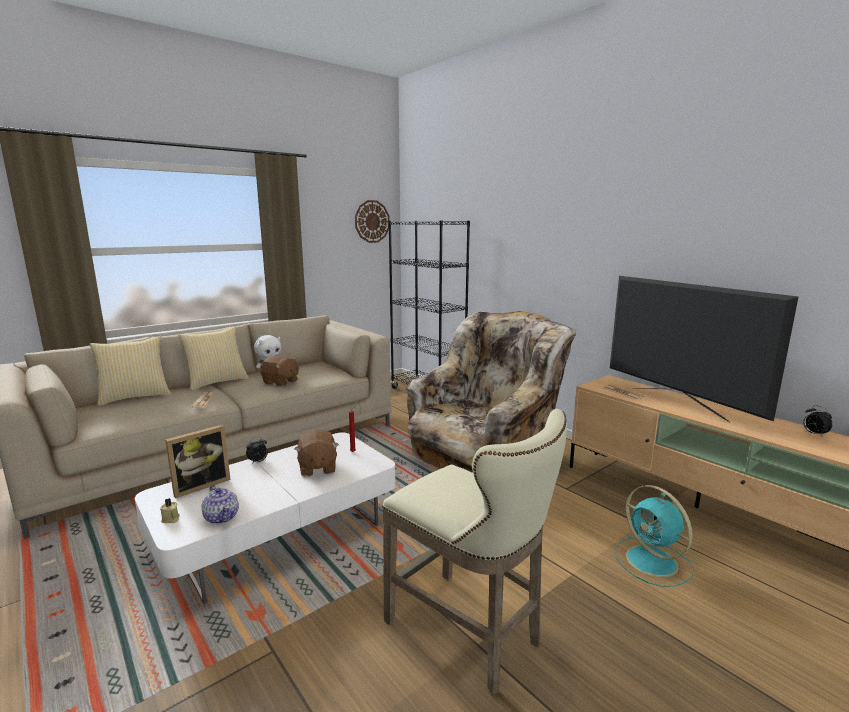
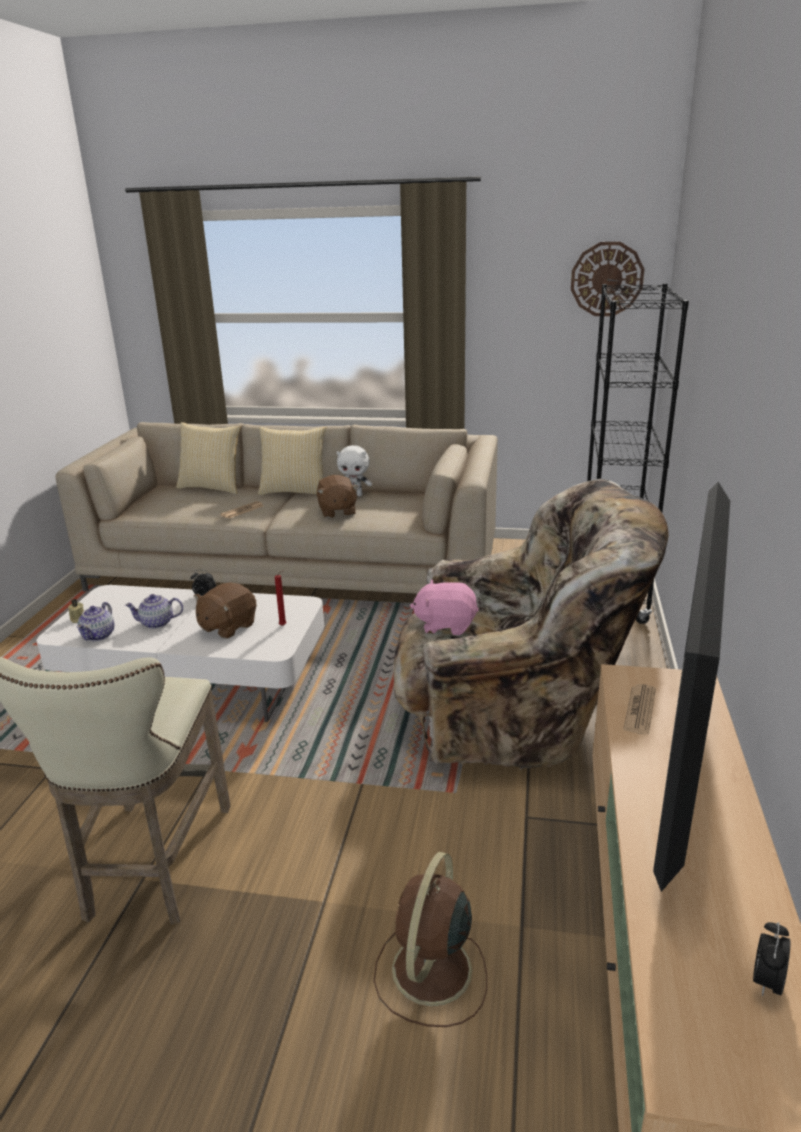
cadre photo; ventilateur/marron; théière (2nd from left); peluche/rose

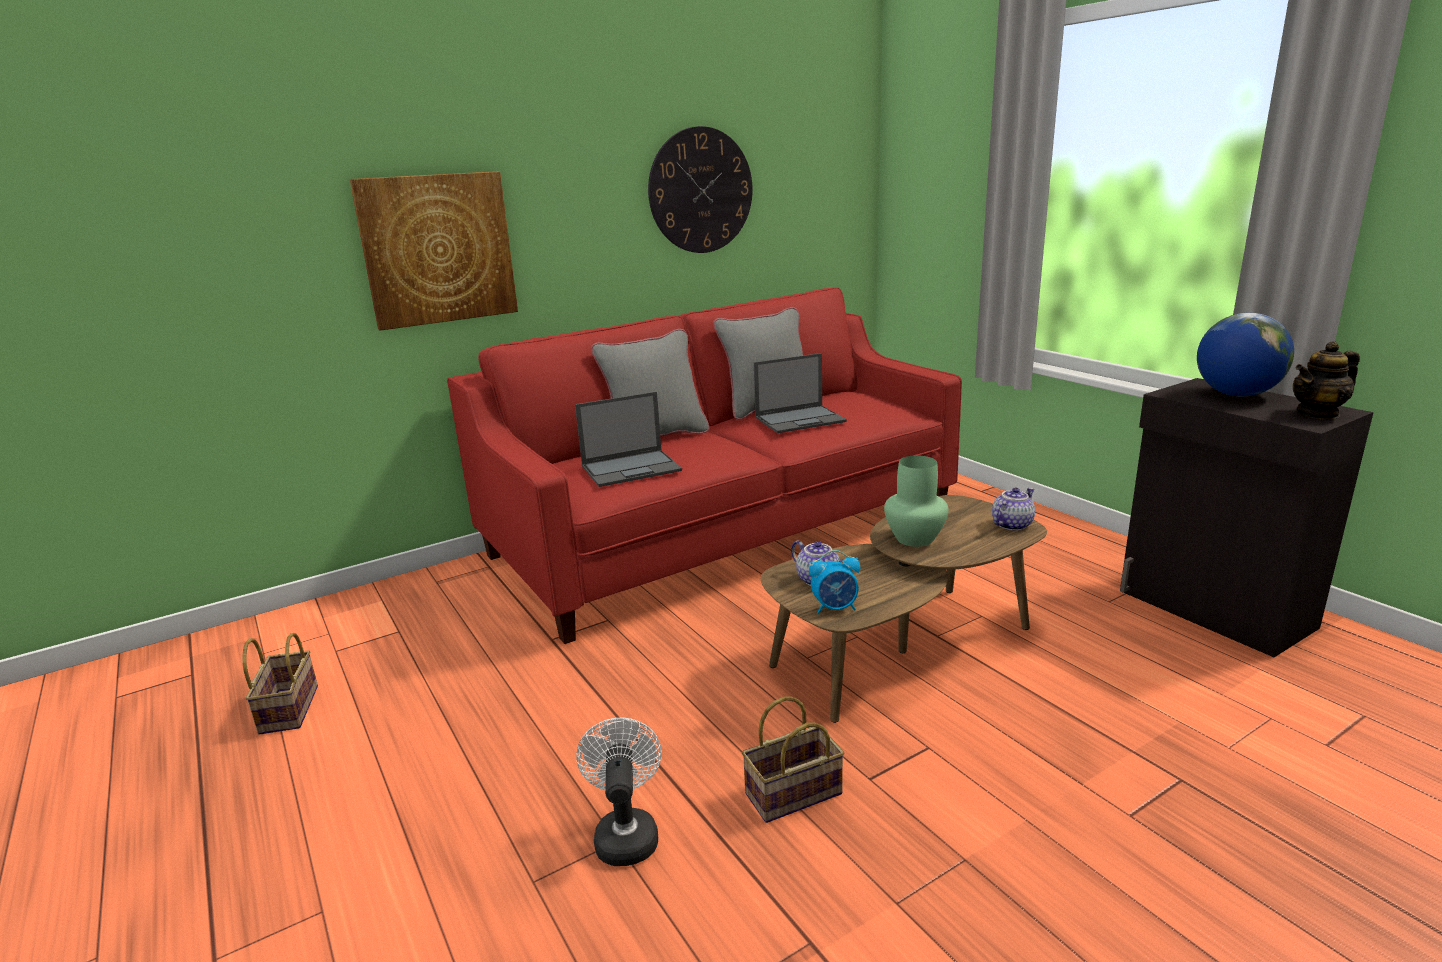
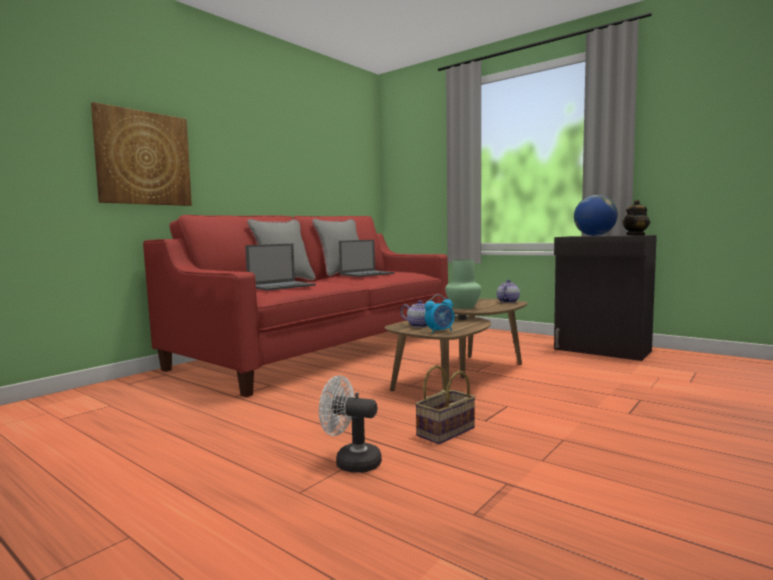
panier (1st from left in the first image); ventilateur/blanc; horloge murale

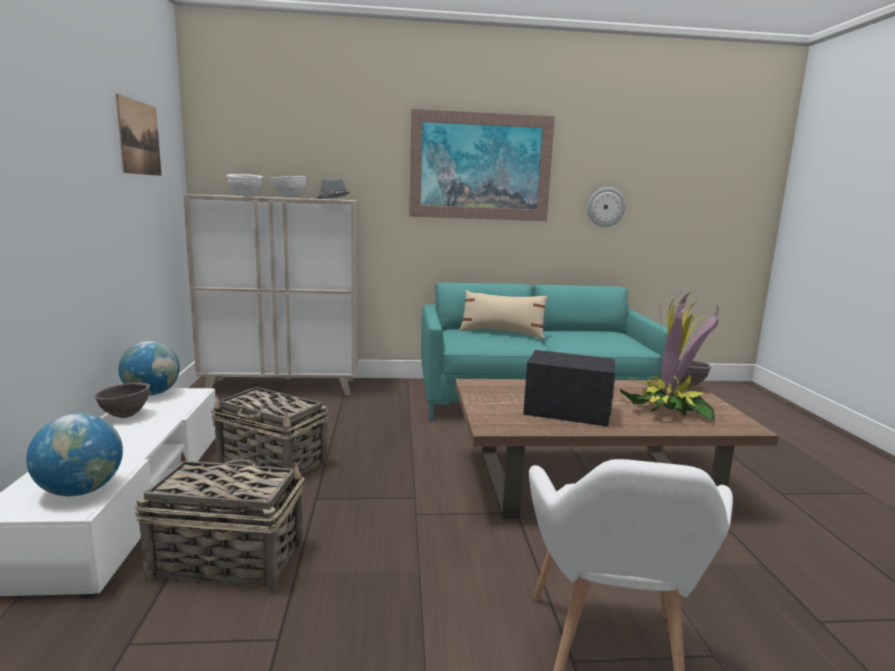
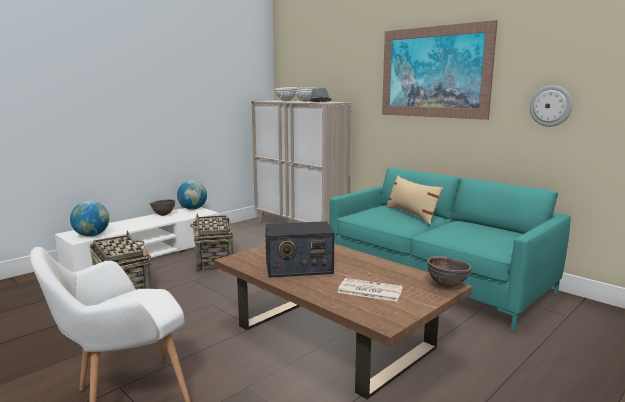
tableau (1st from left in the first image); radio; journal

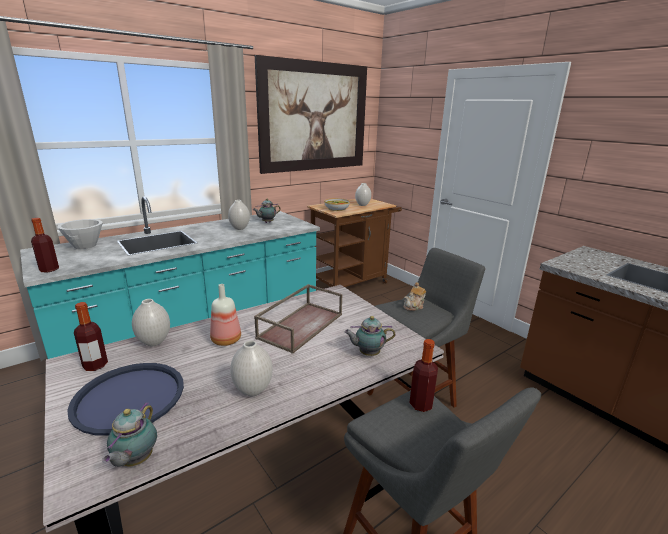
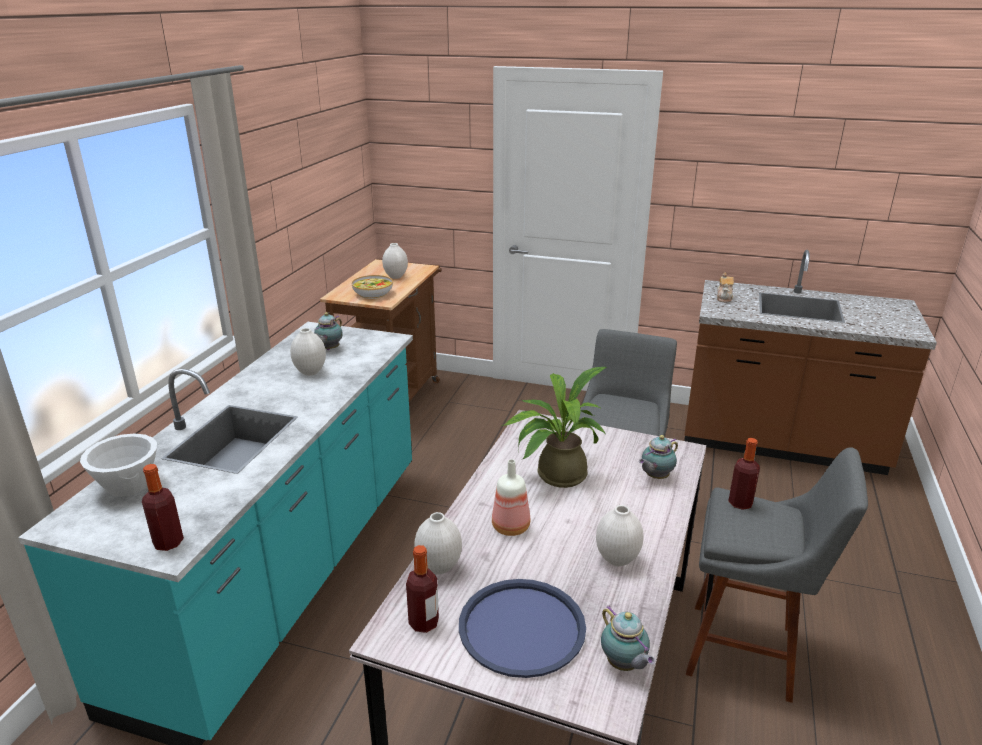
plante en pot; tableau; théière (4th from left)

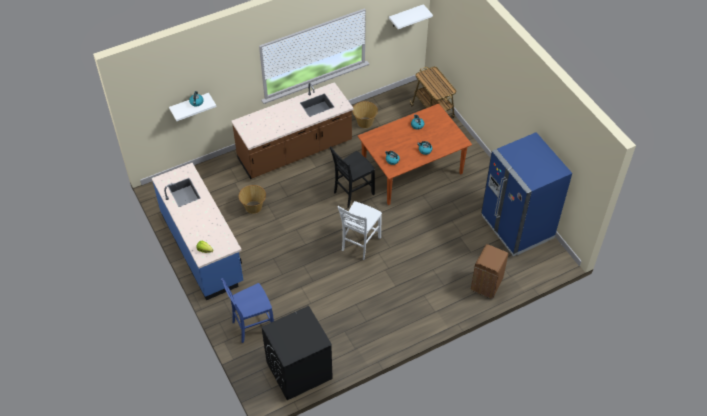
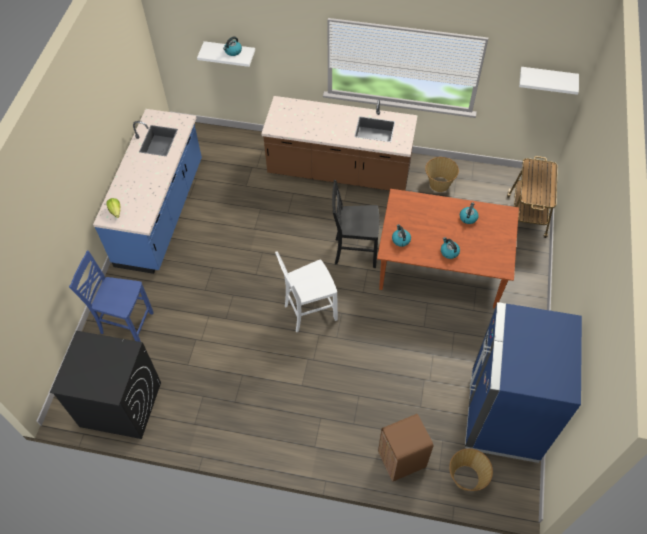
panier (2nd from left)

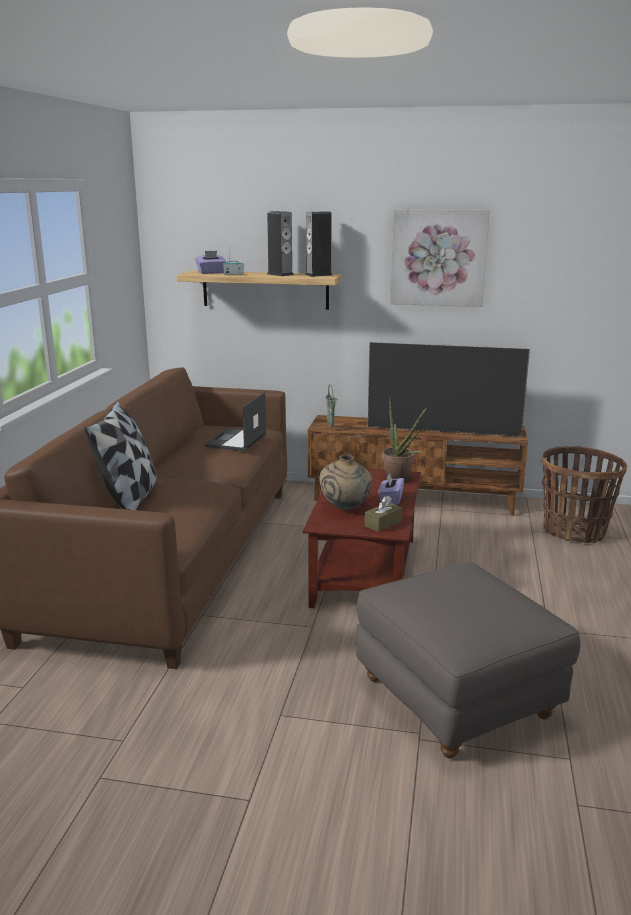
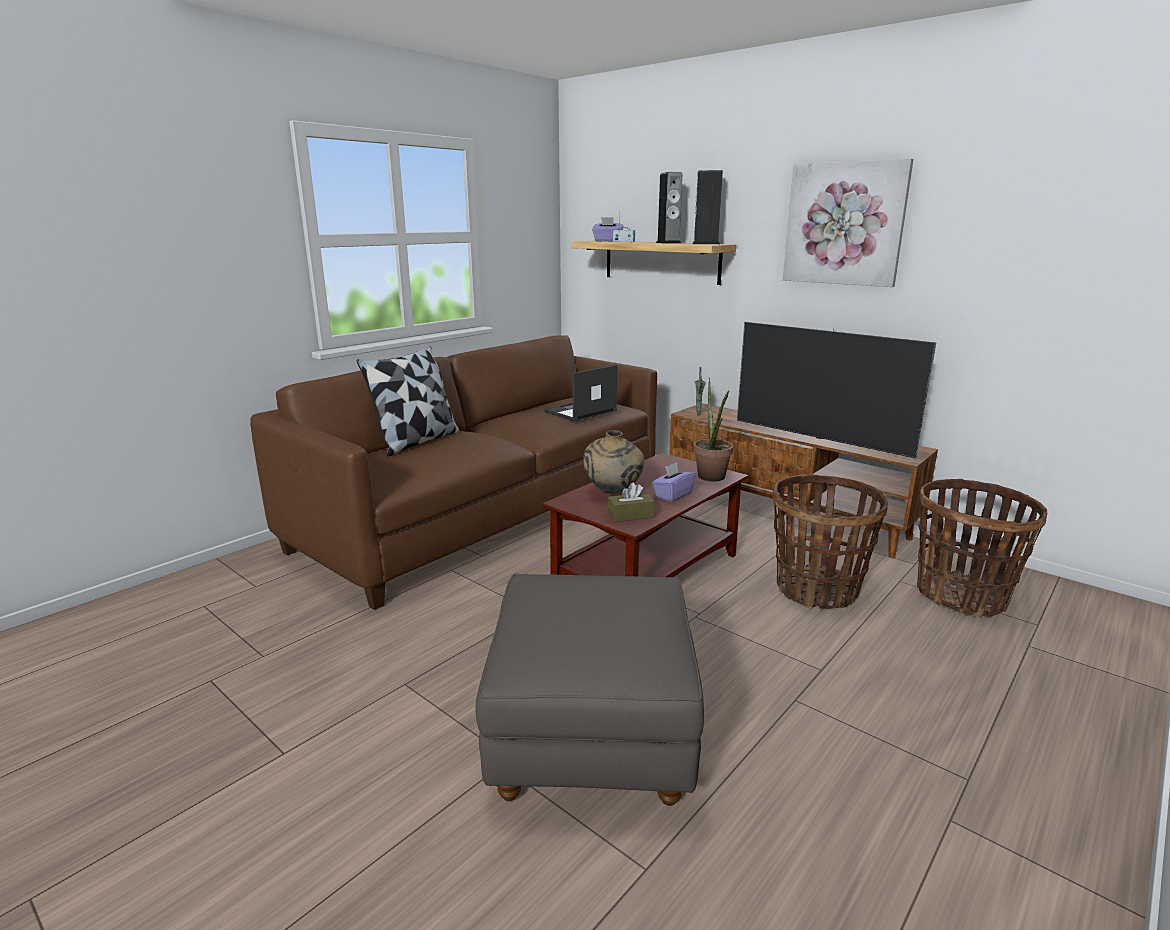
panier (1st from left)

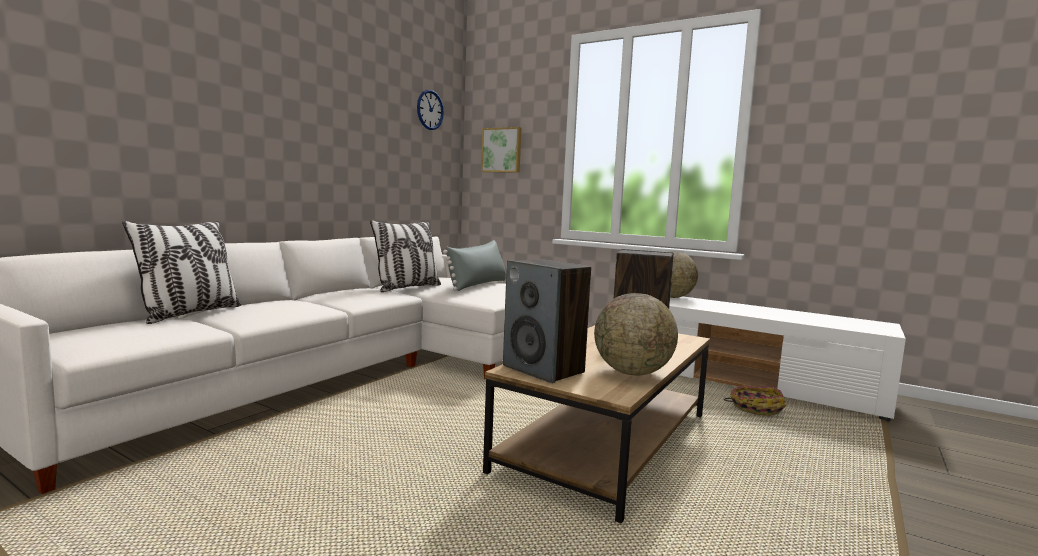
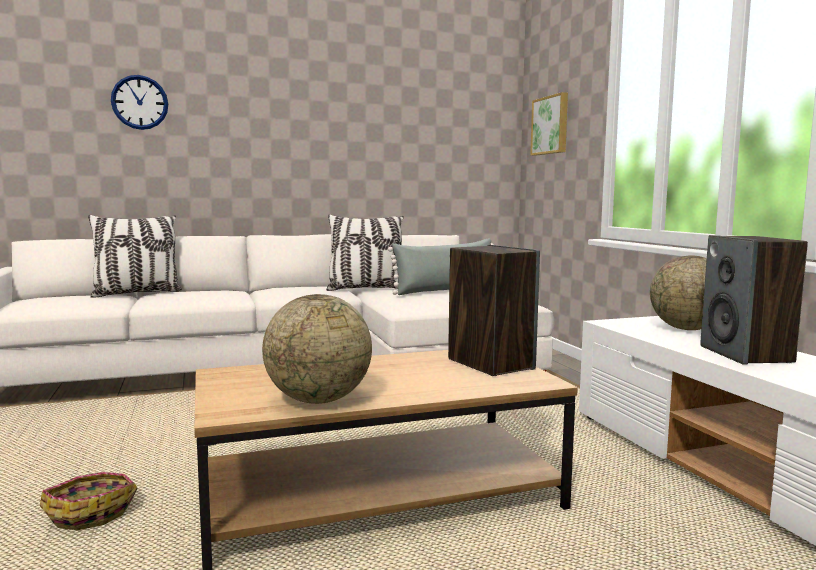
horloge murale; enceinte (2nd from left); panier

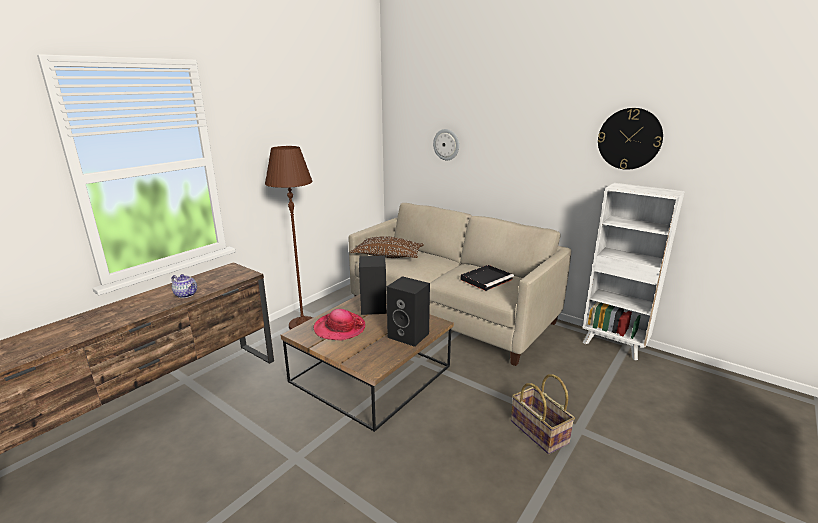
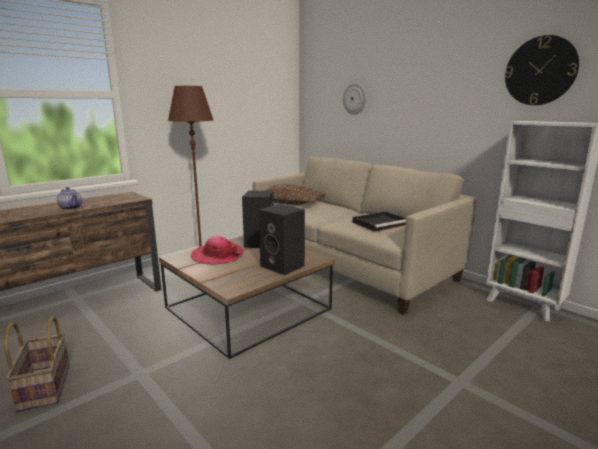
panier

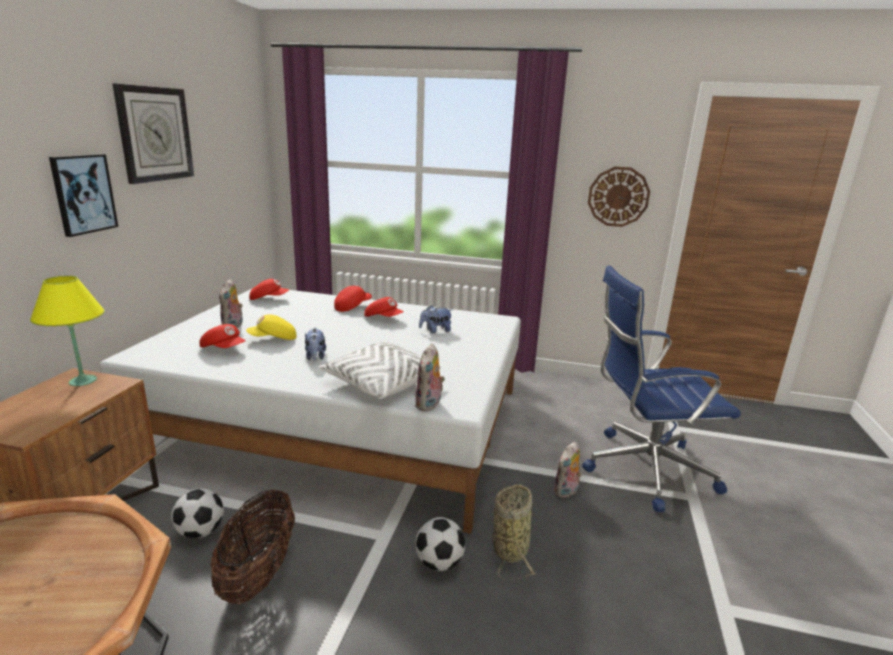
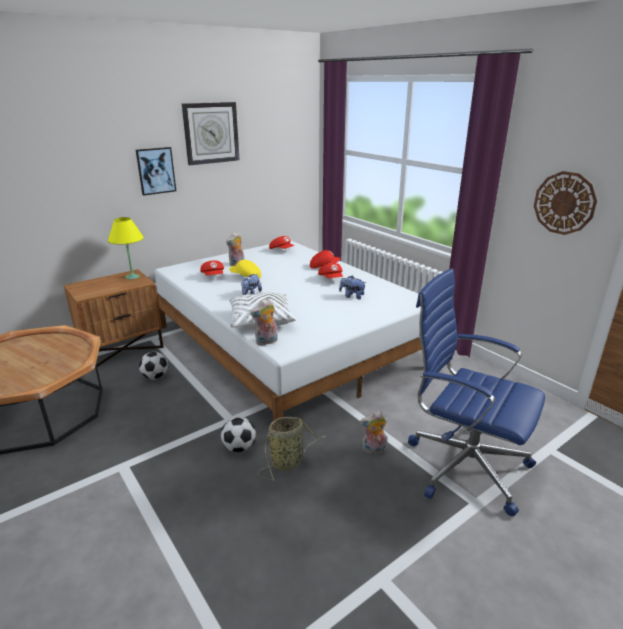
panier (1st from left in the first image)

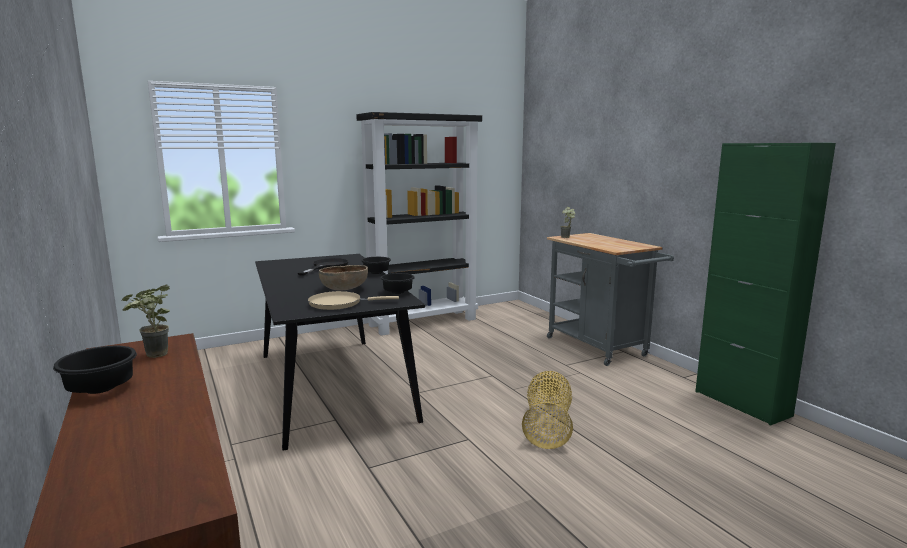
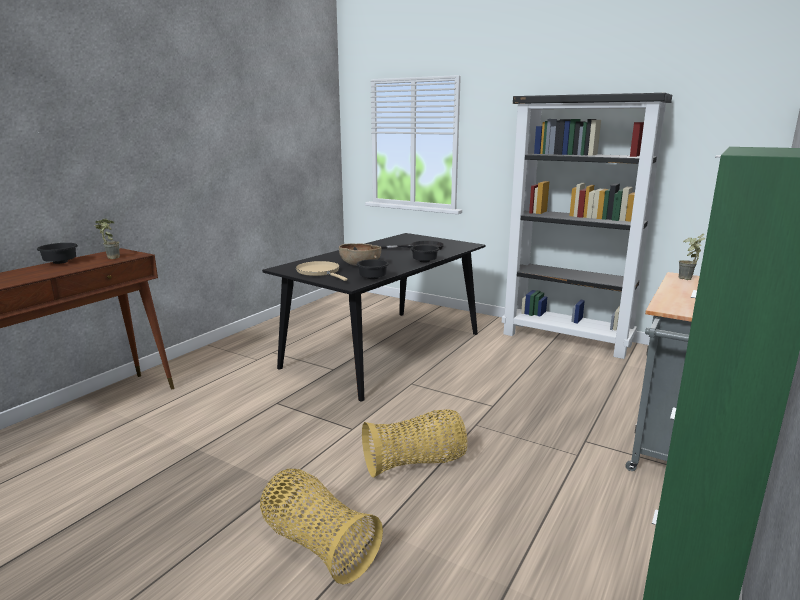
panier (1st from left)

